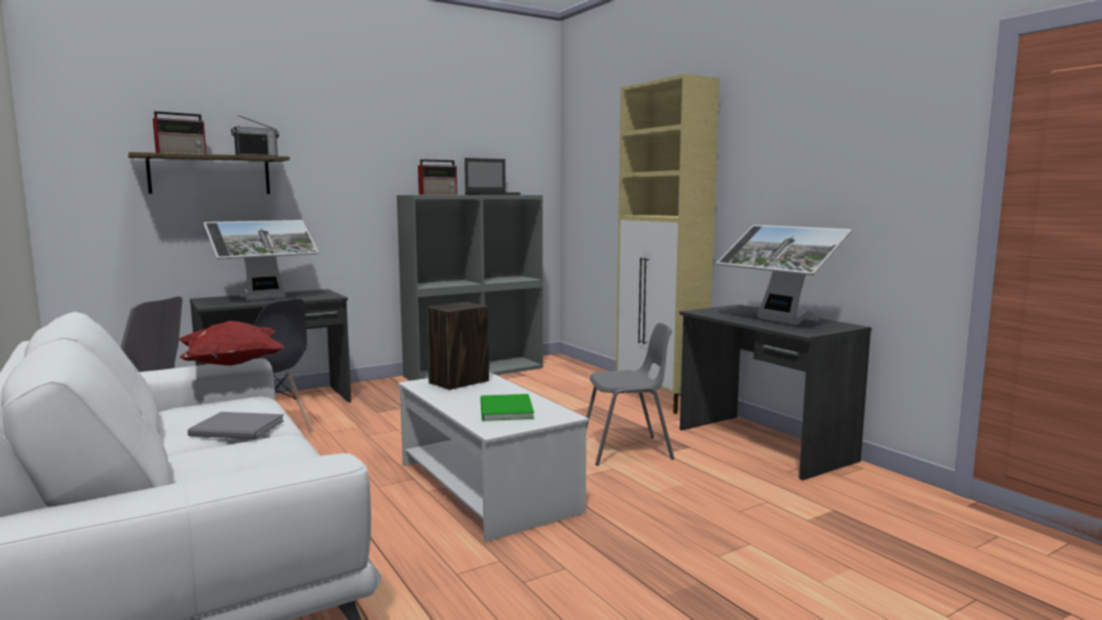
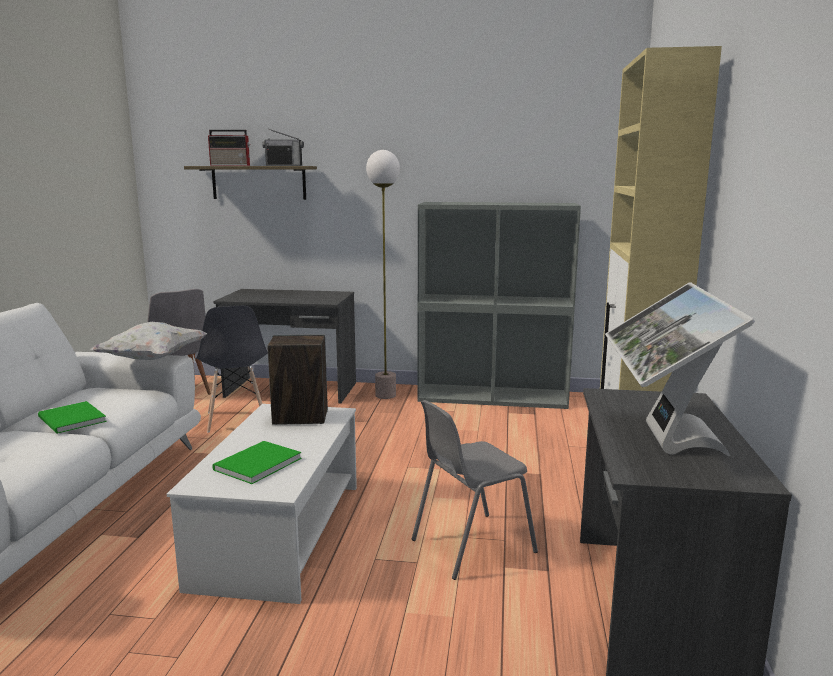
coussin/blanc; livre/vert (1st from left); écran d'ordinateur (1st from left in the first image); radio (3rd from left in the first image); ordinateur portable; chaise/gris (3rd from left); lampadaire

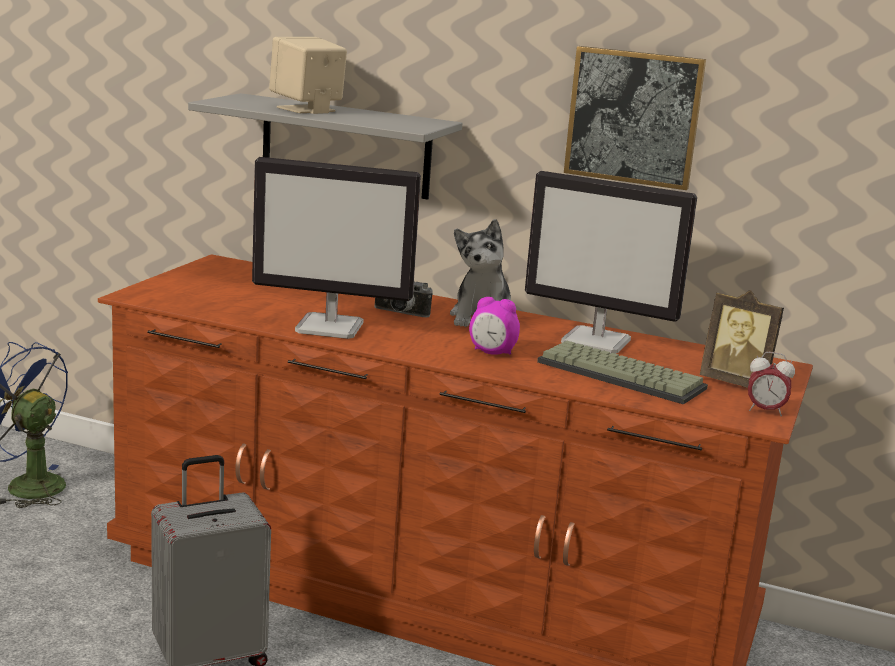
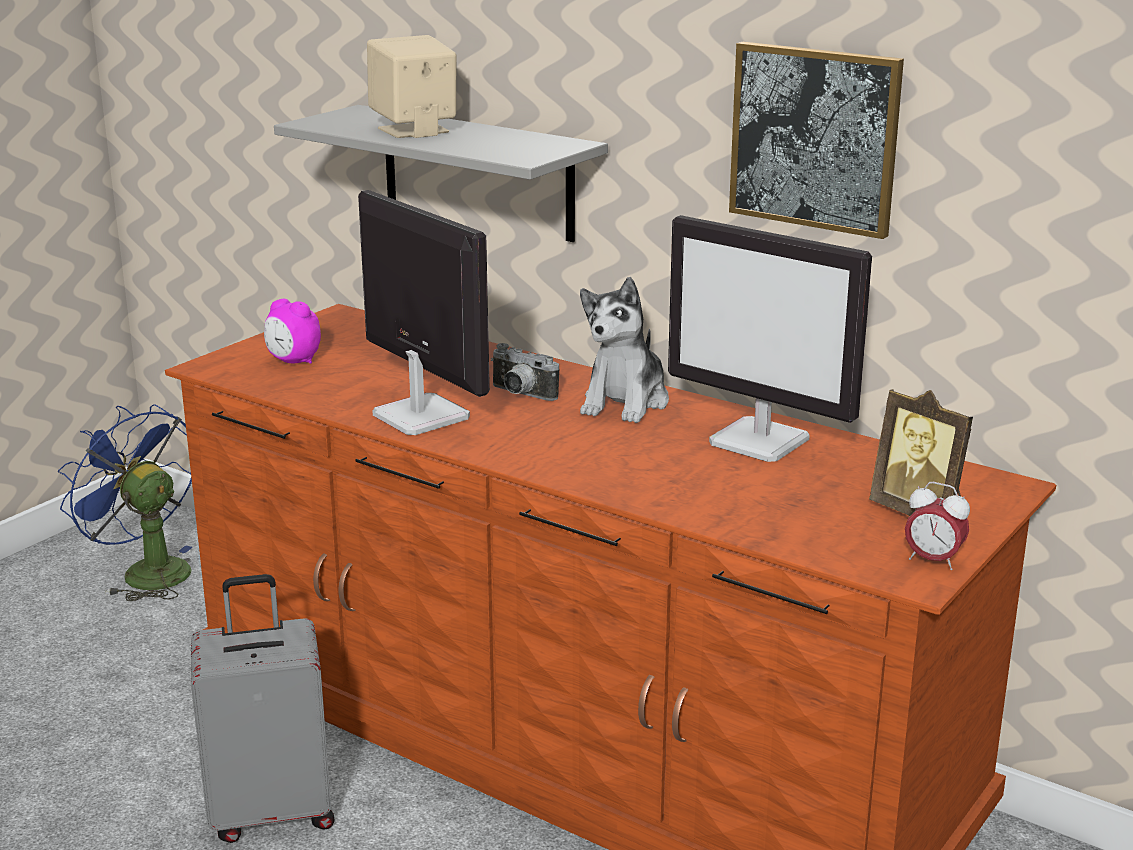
écran d'ordinateur (1st from left); réveil (1st from left); clavier

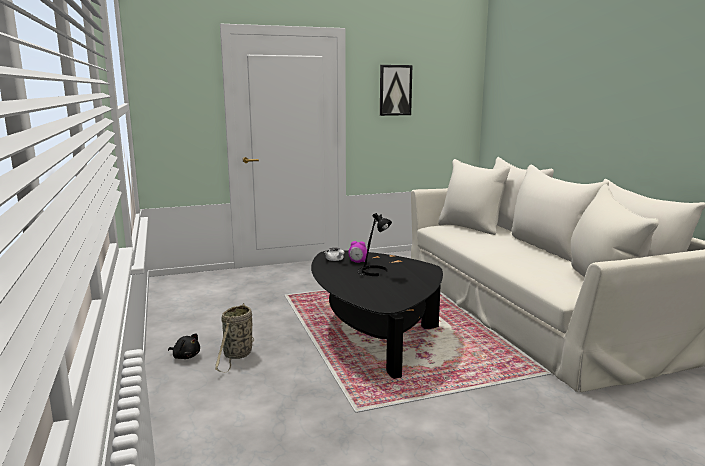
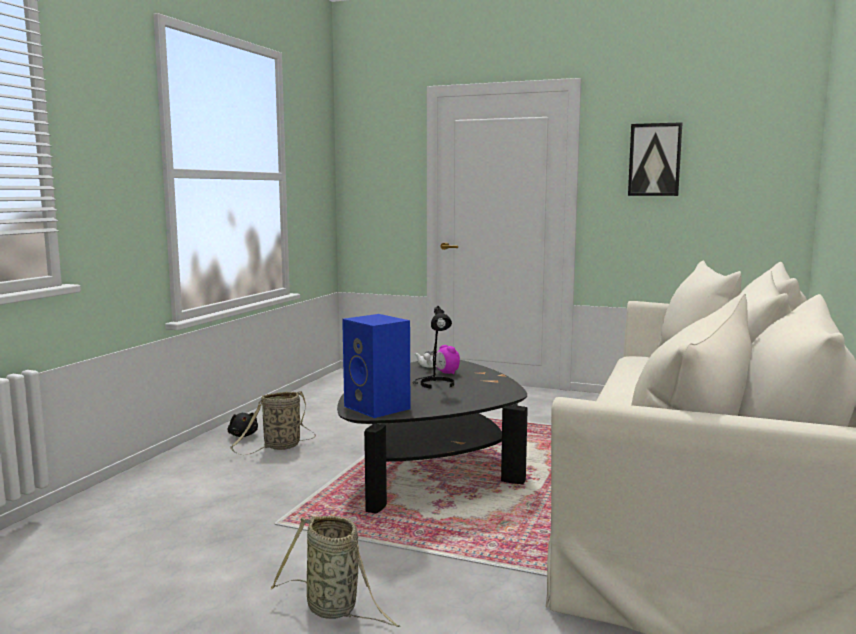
panier (2nd from left); enceinte/bleu

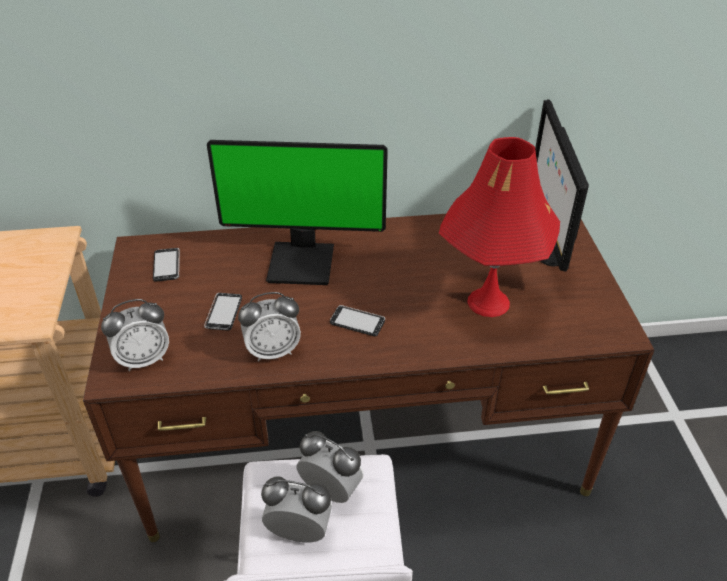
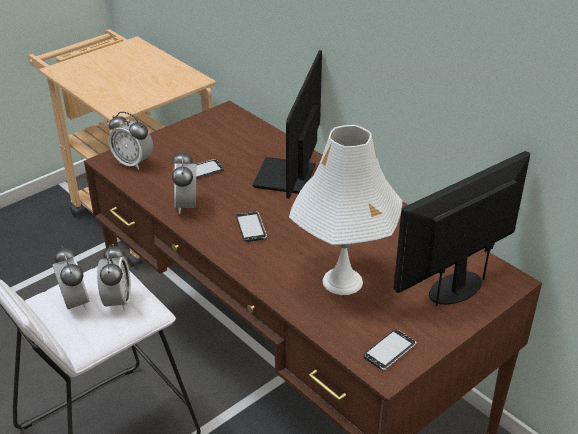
téléphone (3rd from left); écran d'ordinateur (1st from left); réveil (4th from left); lampe de table/blanc

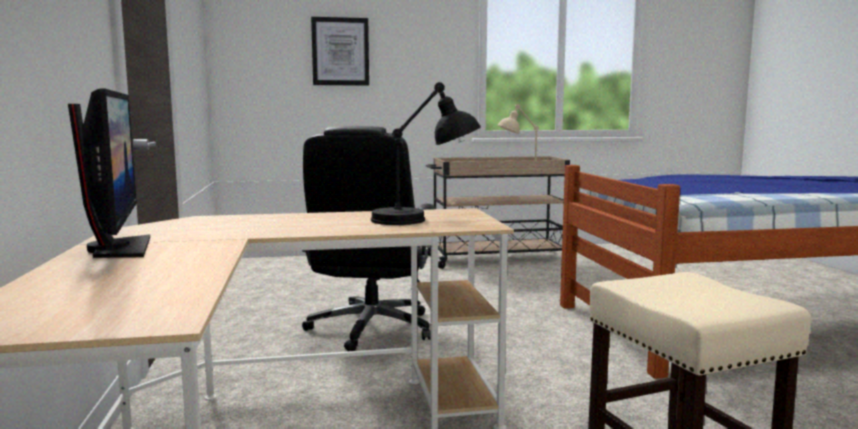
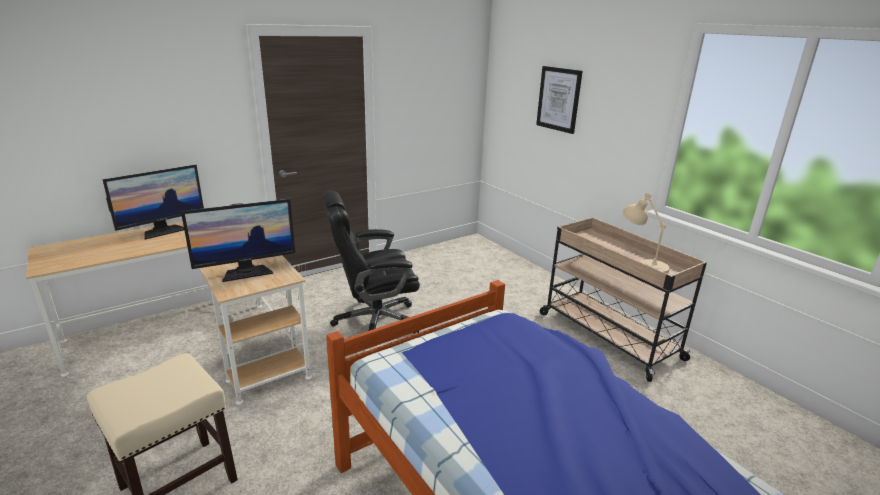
écran d'ordinateur (2nd from left)

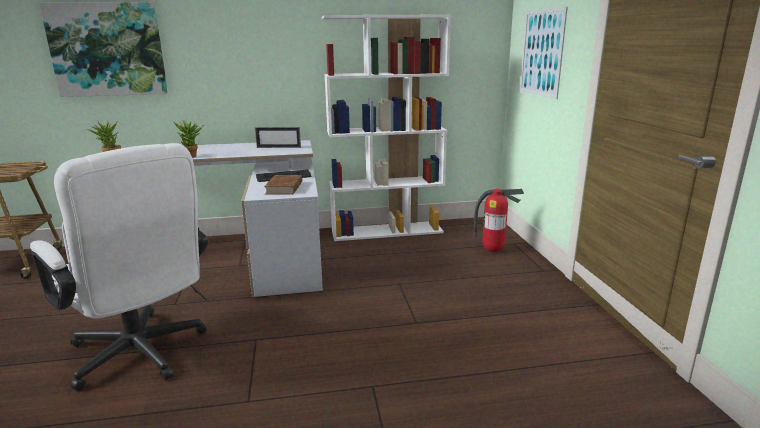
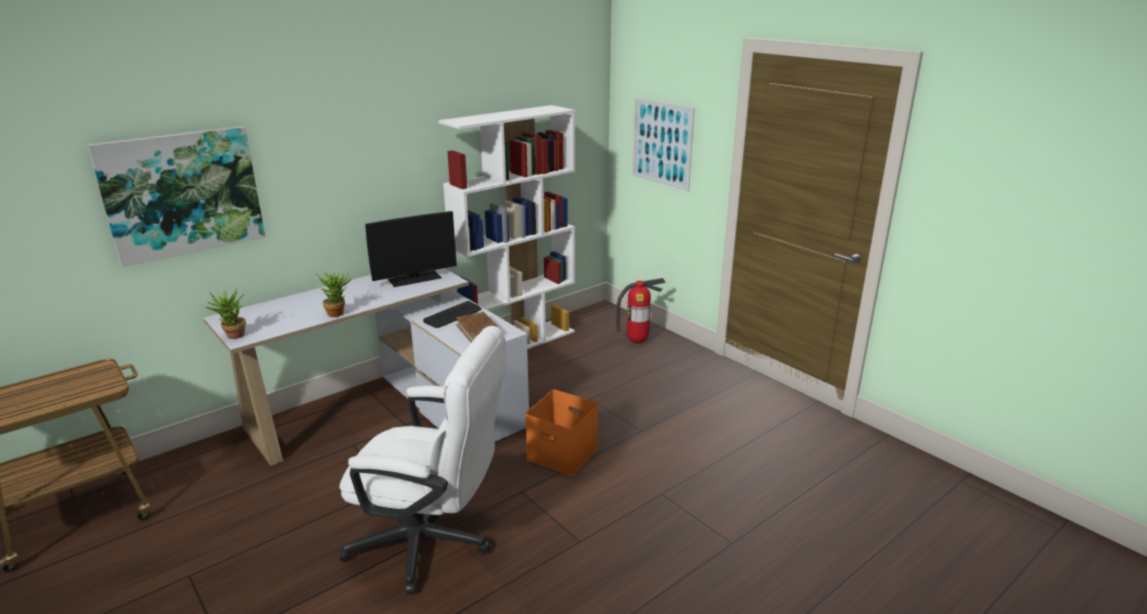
écran d'ordinateur; boîte de rangement/orange

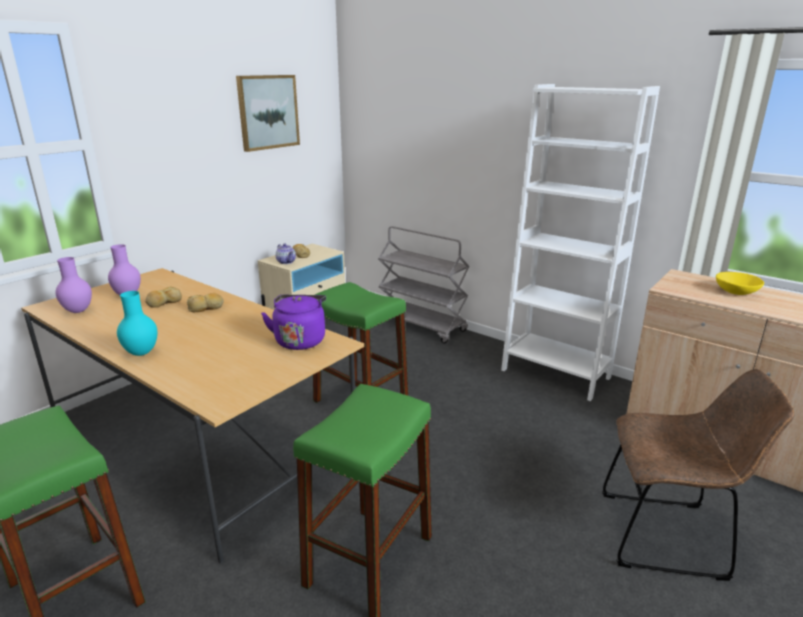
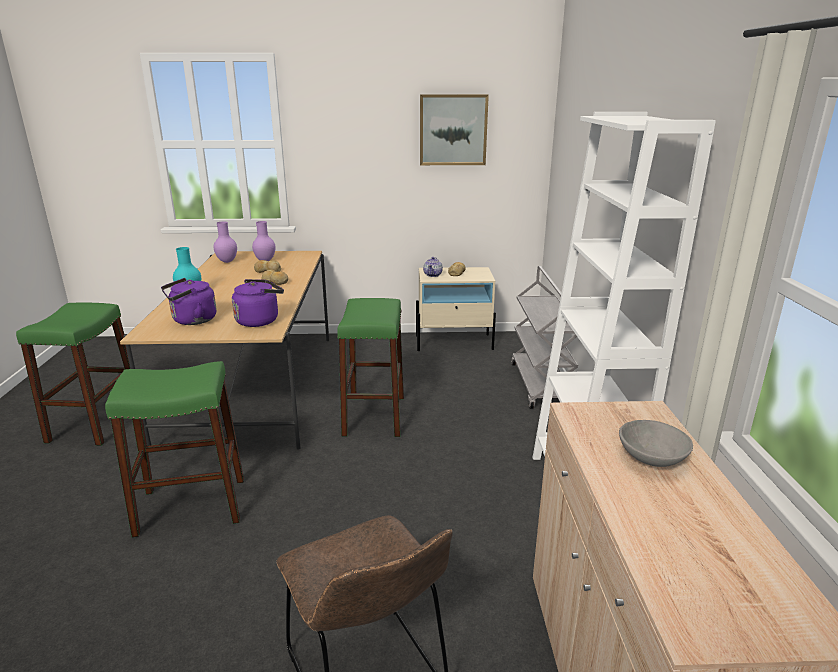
bol/gris; bouilloire/violet (1st from left)

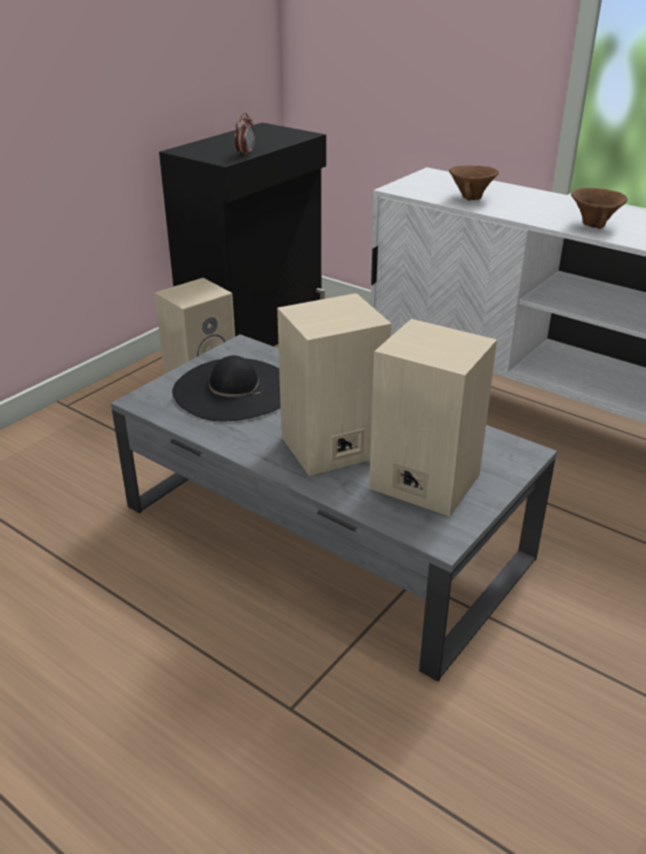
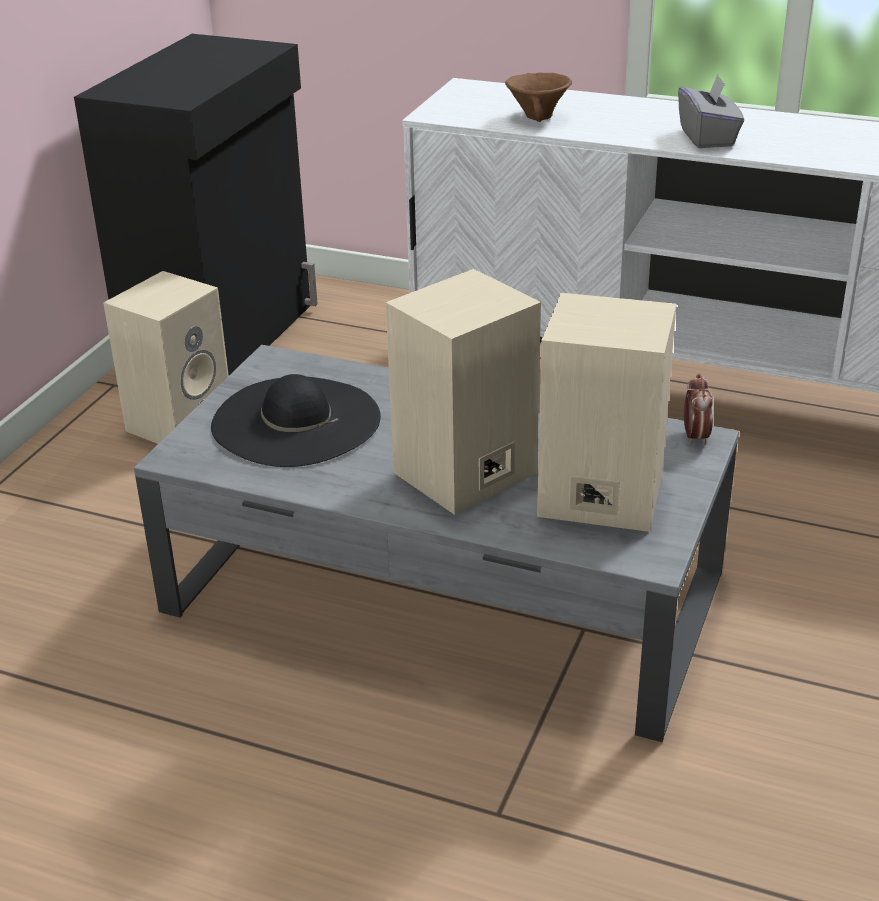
réveil; boîte à mouchoirs/gris

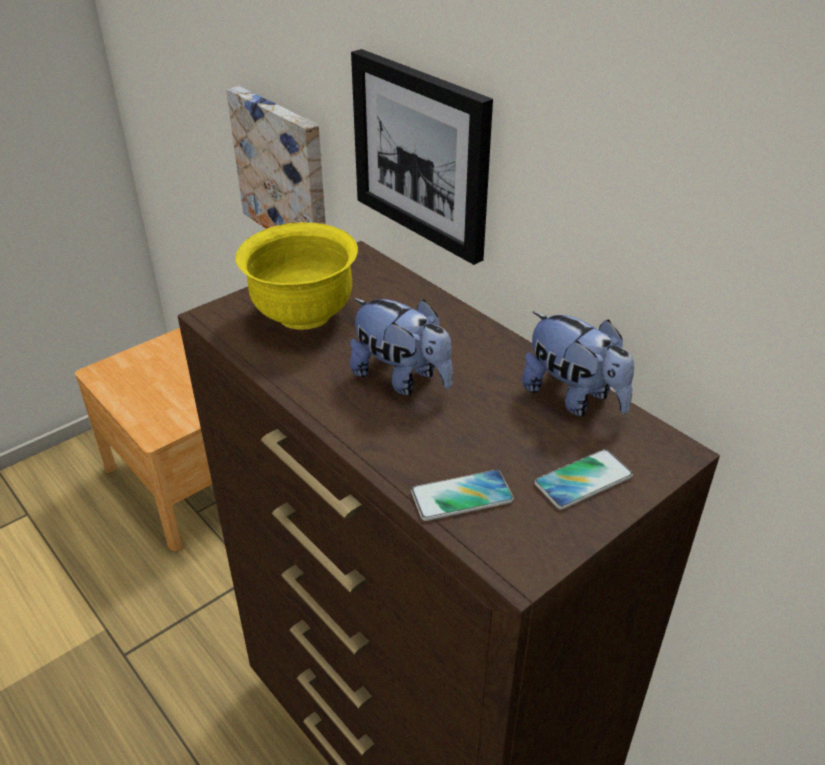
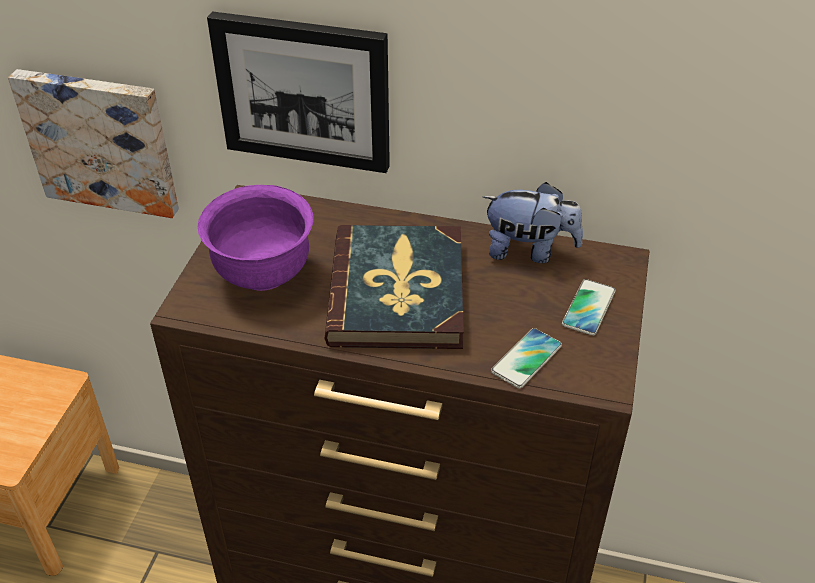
bol/violet; livre

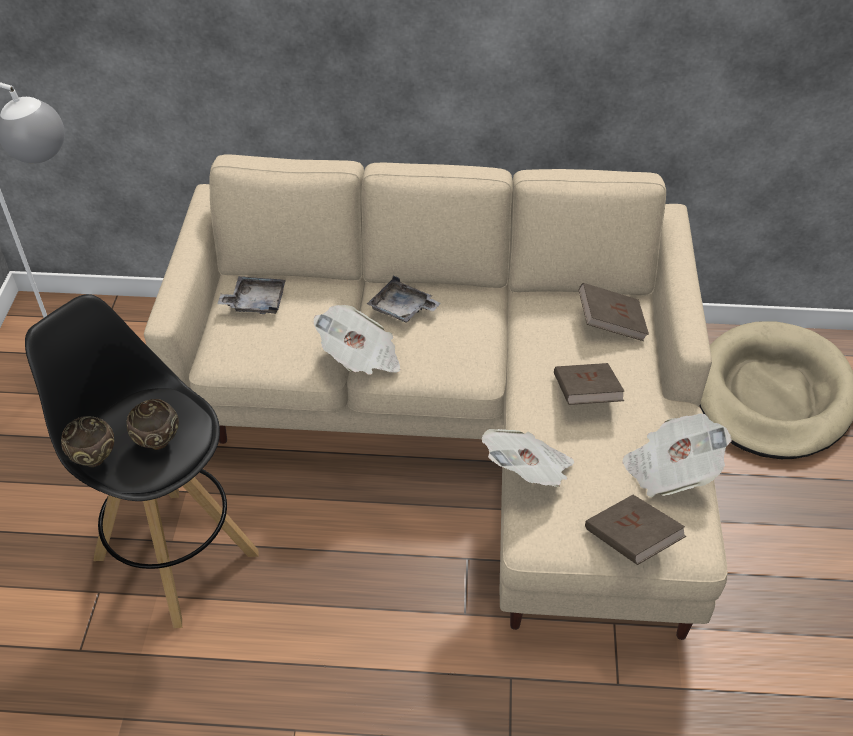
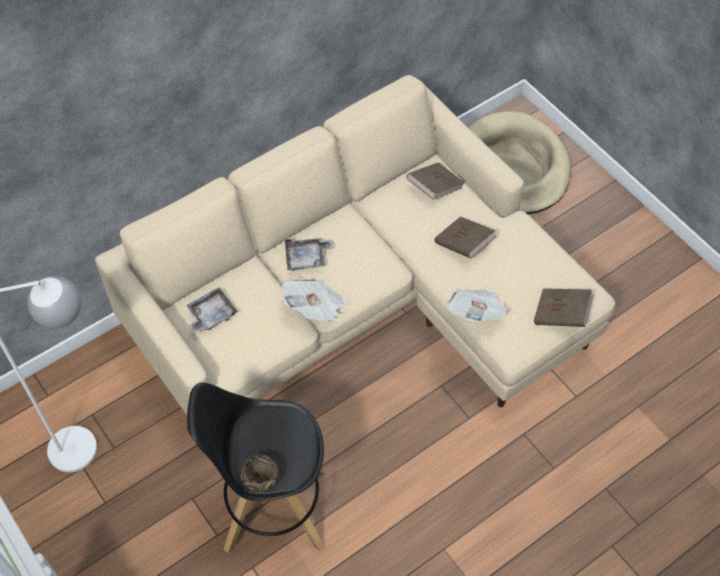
bol/marron (2nd from left in the first image); journal (3rd from left in the first image)

